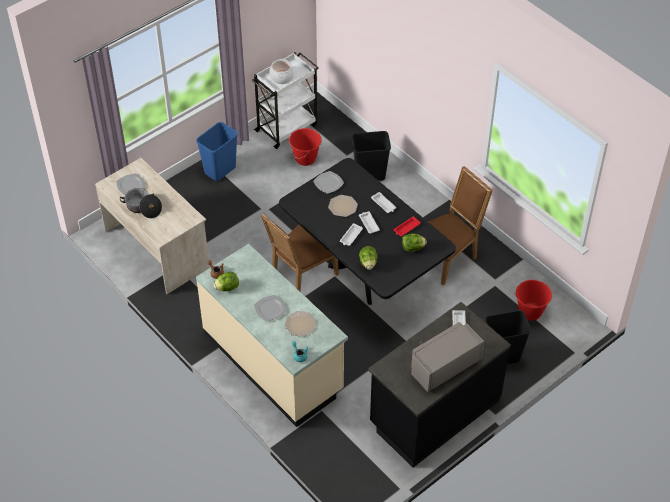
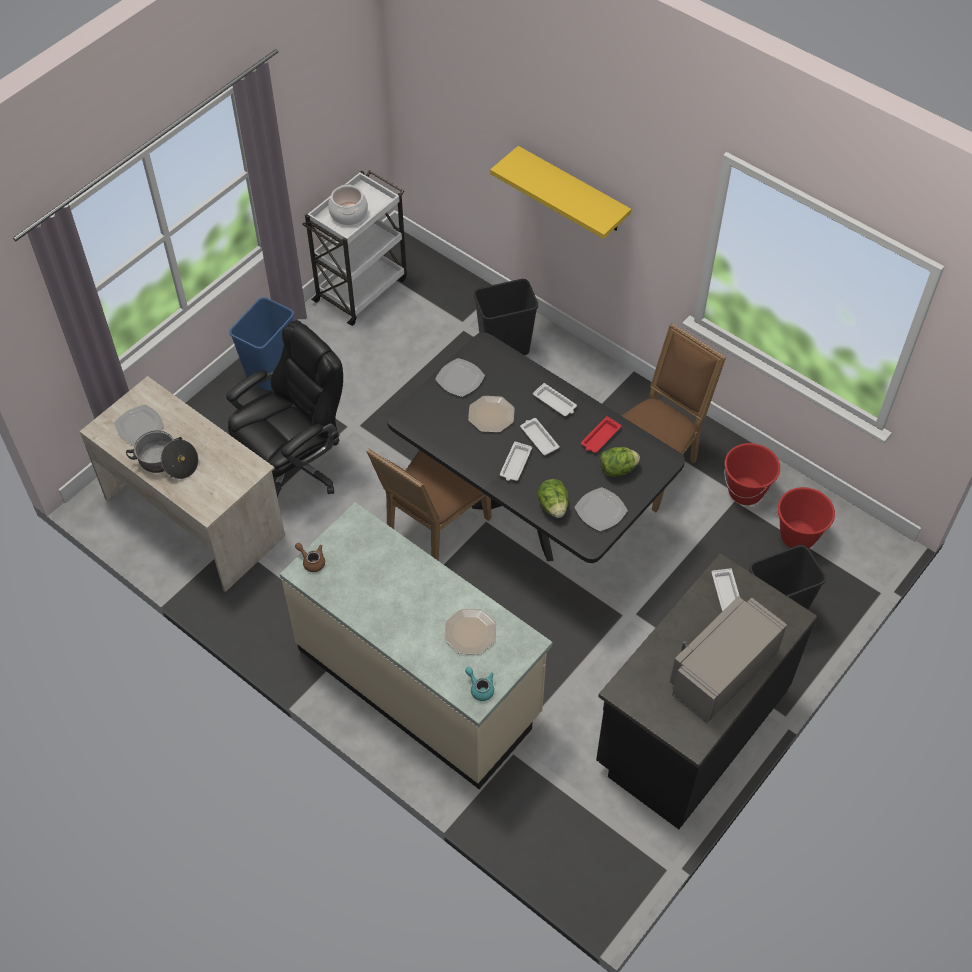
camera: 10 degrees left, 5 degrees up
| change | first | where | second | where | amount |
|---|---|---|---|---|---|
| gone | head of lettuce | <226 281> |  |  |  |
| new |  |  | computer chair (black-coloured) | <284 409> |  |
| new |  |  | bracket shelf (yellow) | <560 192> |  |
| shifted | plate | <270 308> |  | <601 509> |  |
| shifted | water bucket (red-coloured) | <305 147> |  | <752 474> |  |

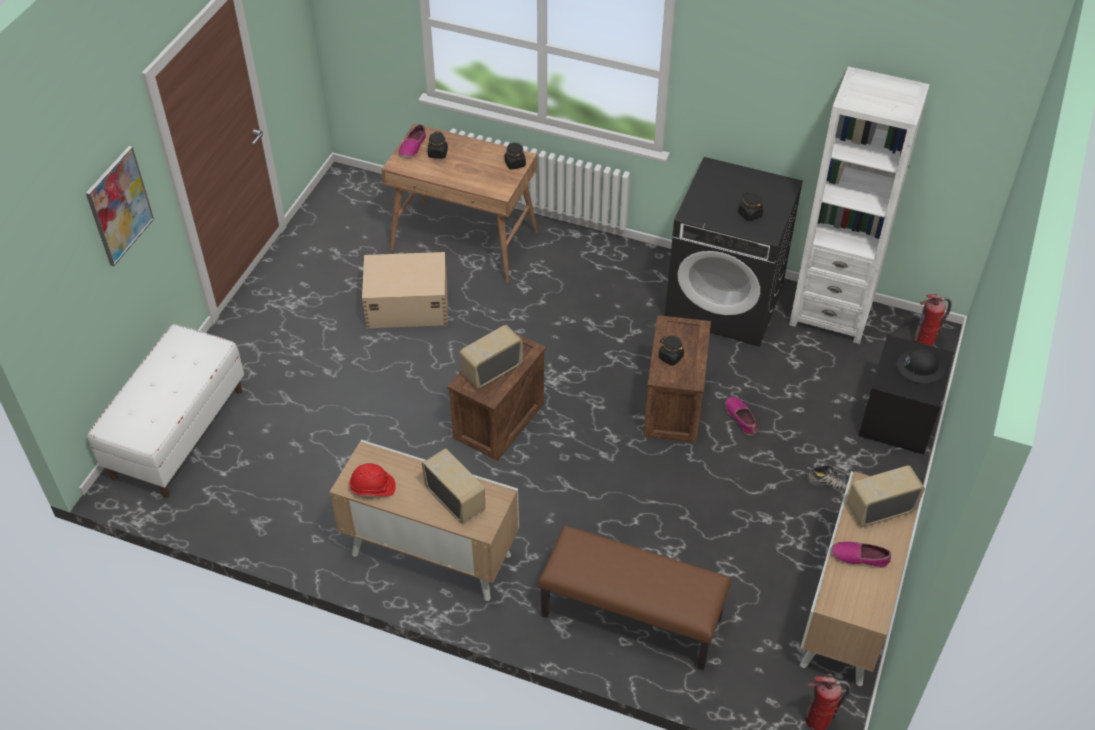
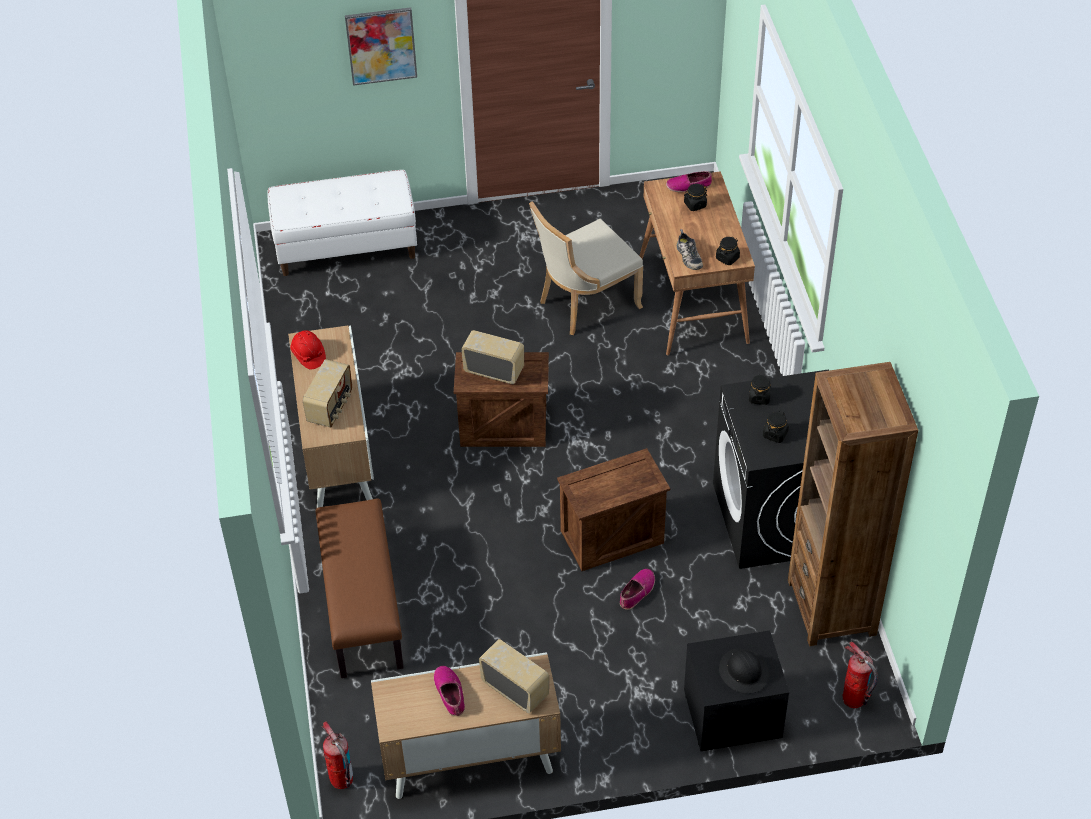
camera: 60 degrees right, 0 degrees up
| change | first | where | second | where | amount |
|---|---|---|---|---|---|
| shifted | jar (black-coloured) | <671 351> |  | <760 389> |  |
| shifted | low shoe | <828 478> |  | <690 249> |  |
| swapped | storage container (beige-coloured) | <405 290> | plain chair (beige-coloured) | <586 268> |  |
| repainted | bookcase (white-coloured) | <859 205> | bookcase (brown) | <853 504> |  |

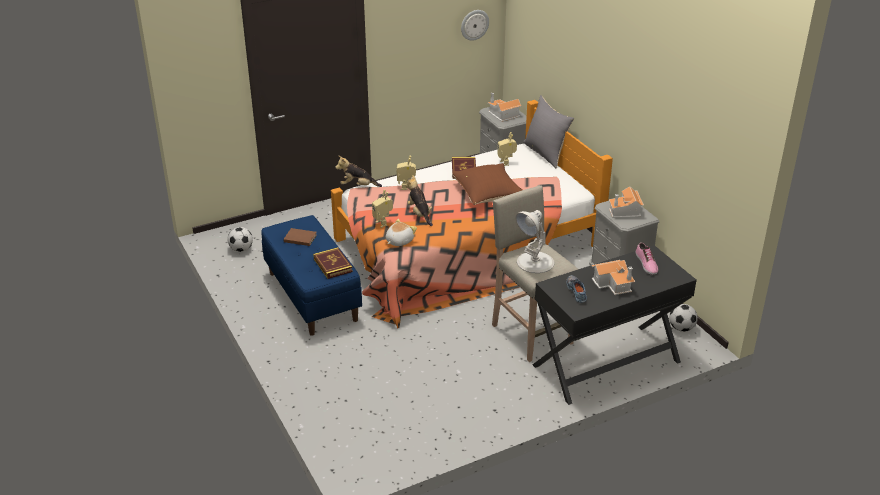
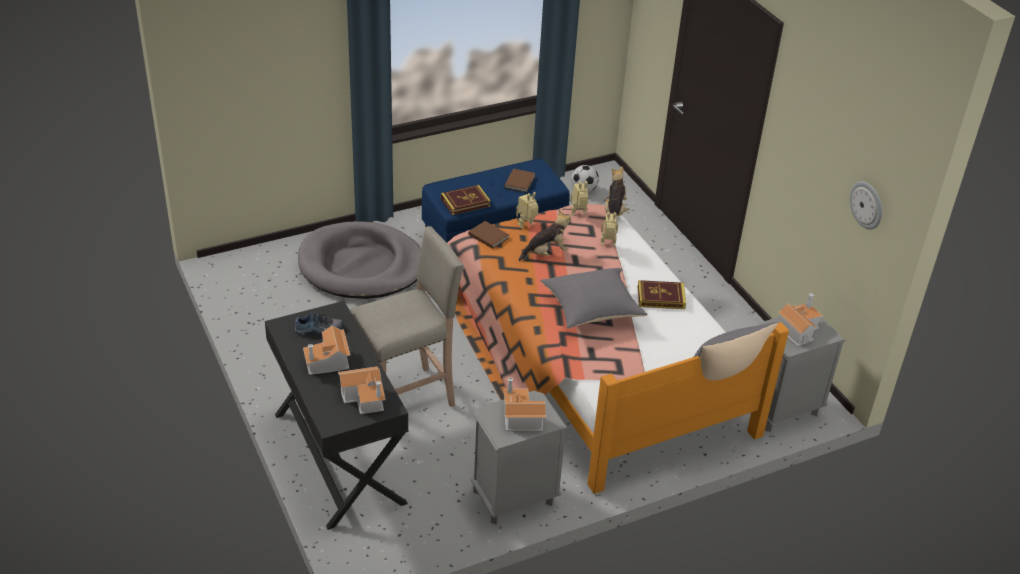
camera: 90 degrees right, 5 degrees up
| change | first | where | second | where | amount |
|---|---|---|---|---|---|
| gone | table lamp (white-coloured) | <534 241> |  |  |  |
| gone | football | <683 318> |  |  |  |
| new |  |  | dog bed (grey) | <359 260> |  |
| shifted | toy robot | <507 149> |  | <579 198> |  |
| swapped | cuddly toy | <401 232> | bound book (brown) | <488 235> |  |
| swapped | low shoe | <646 258> | model house | <362 390> |  |
| repainted | pillow (brown) | <487 184> | pillow (grey) | <593 298> |  |

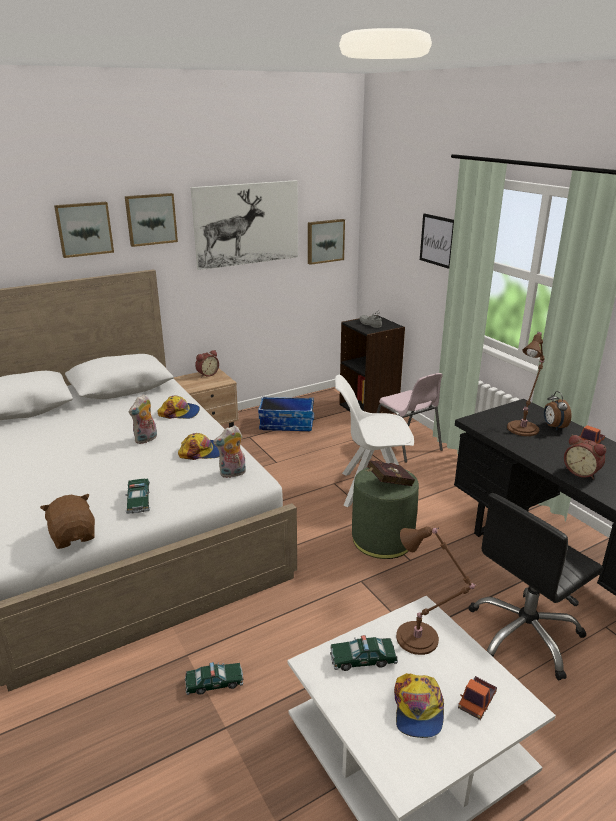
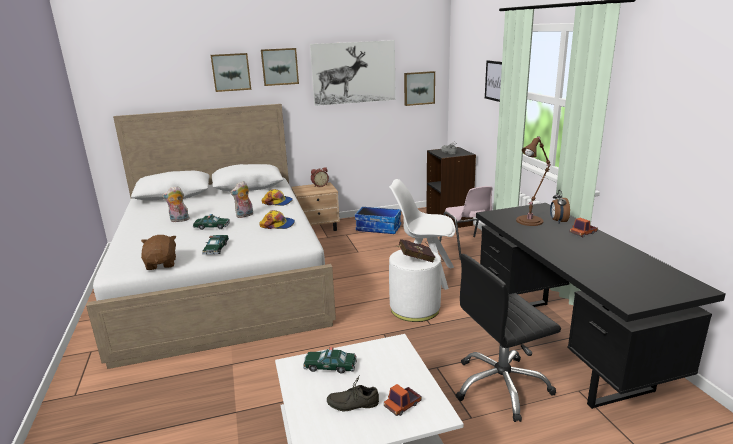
camera: 15 degrees right, 5 degrees down
| change | first | where | second | where | amount |
|---|---|---|---|---|---|
| gone | table lamp (brown) | <436 590> |  |  |  |
| gone | alarm clock | <585 457> |  |  |  |
| shifted | miniature car | <214 678> |  | <211 222> |  |
| shifted | cuddly toy | <229 451> |  | <176 204> |  |
| swapped | peaked cap | <419 705> | low shoe (grey) | <353 393> |  |
| repainted | ottoman (green) | <385 513> | ottoman (white-coloured) | <415 286> |  |

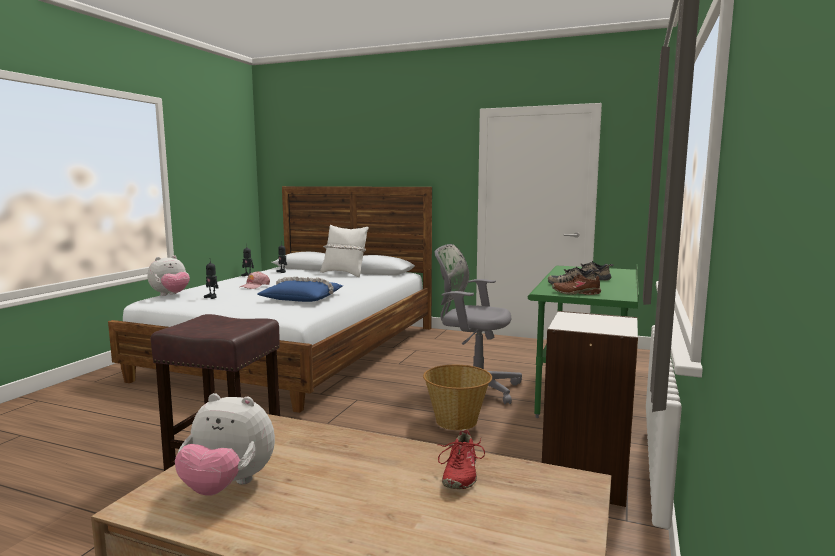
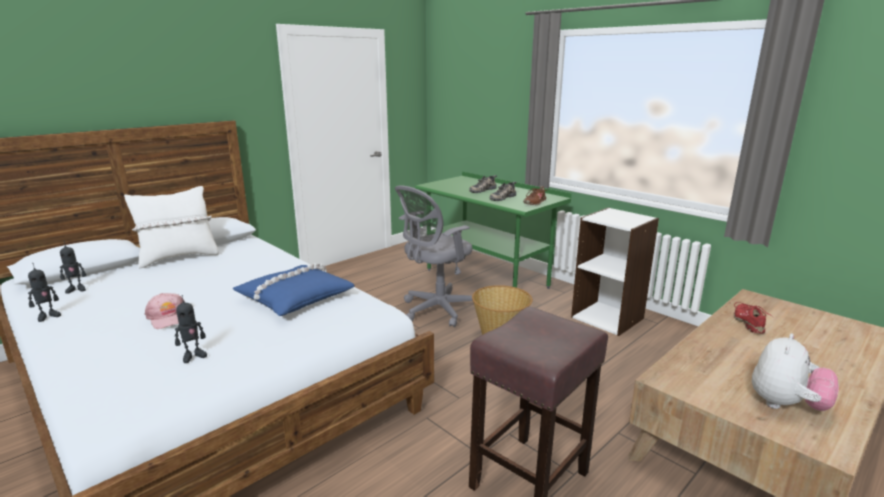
camera: 65 degrees left, 10 degrees up
| change | first | where | second | where | amount |
|---|---|---|---|---|---|
| gone | cuddly toy | <168 275> |  |  |  |
| rotated | low shoe (red-coloured) | <461 459> |  | <754 318> | 120 degrees counterclockwise |

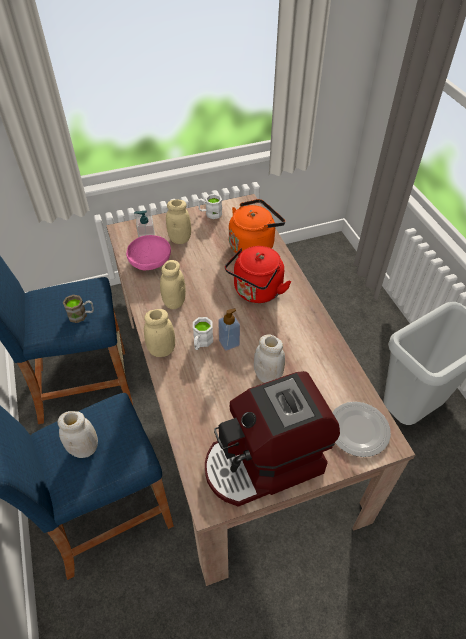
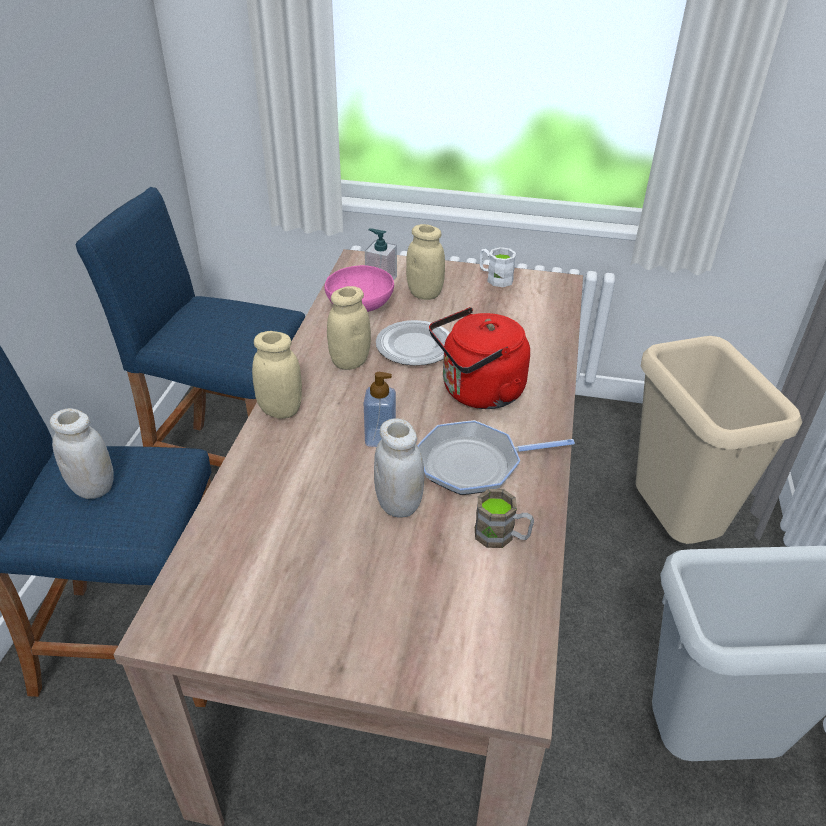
camera: 30 degrees right, 10 degrees down
| change | first | where | second | where | amount |
|---|---|---|---|---|---|
| gone | coffee mug (white-coloured) | <203 333> |  |  |  |
| gone | coffee maker | <272 439> |  |  |  |
| gone | water kettle (orange) | <257 226> |  |  |  |
| new |  |  | frying pan | <496 457> |  |
| new |  |  | trash can (beige-coloured) | <719 440> |  |
| shifted | coffee mug (brown) | <78 309> |  | <504 518> |  |
| shifted | plate | <361 429> |  | <413 343> |  |

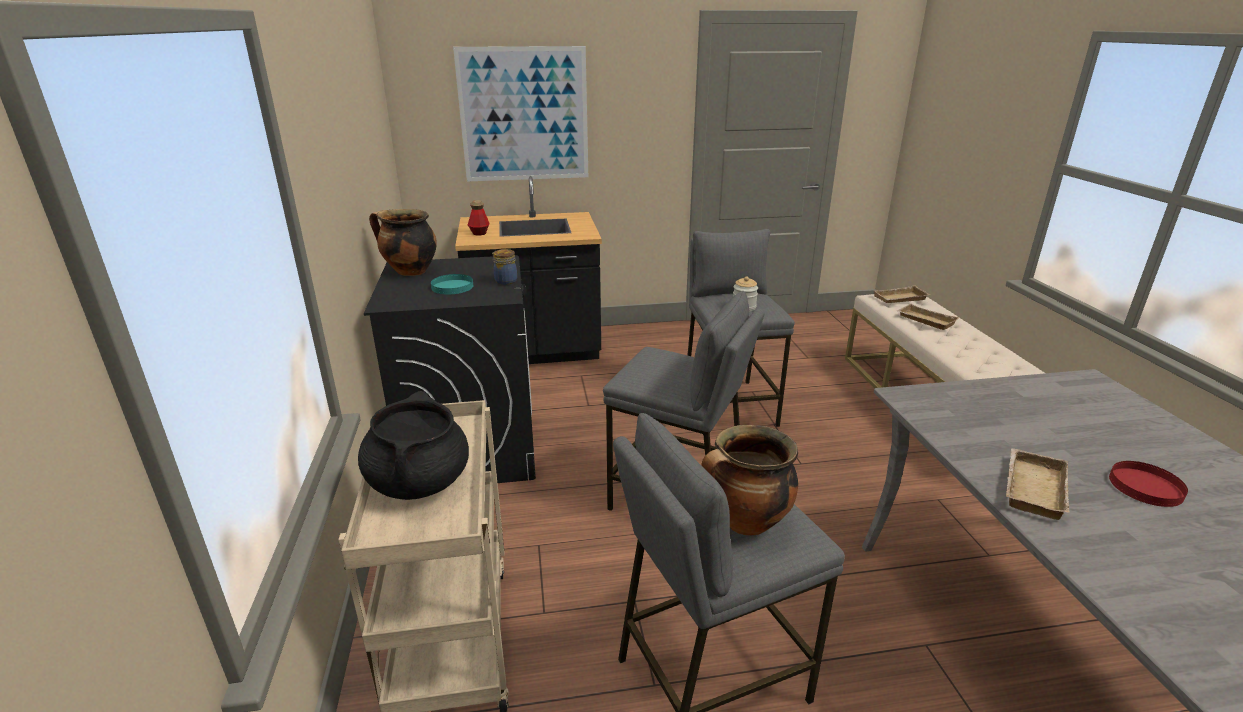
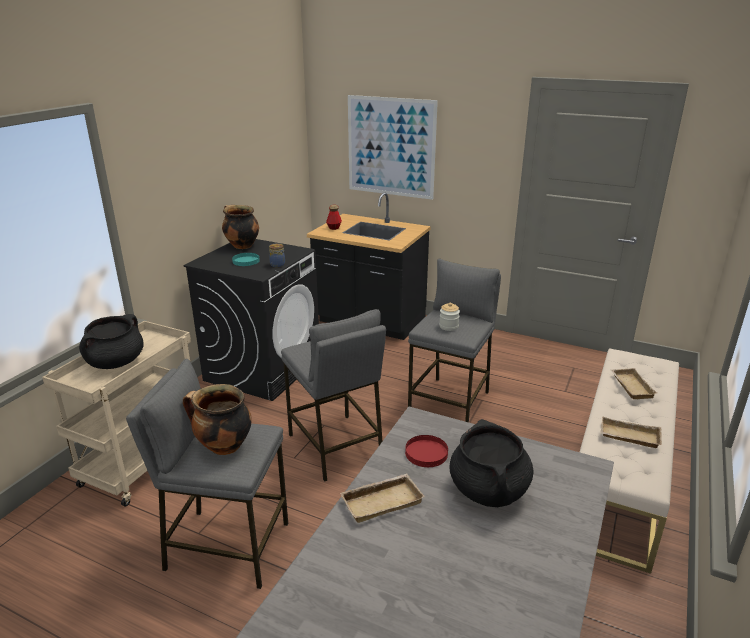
camera: 35 degrees right, 0 degrees up
| change | first | where | second | where | amount |
|---|---|---|---|---|---|
| new |  |  | cooking pot (black-coloured) | <491 463> |  |
| shifted | serving tray (beige-coloured) | <901 294> |  | <631 432> |  |
| shifted | plate (red-coloured) | <1148 484> |  | <426 451> |  |

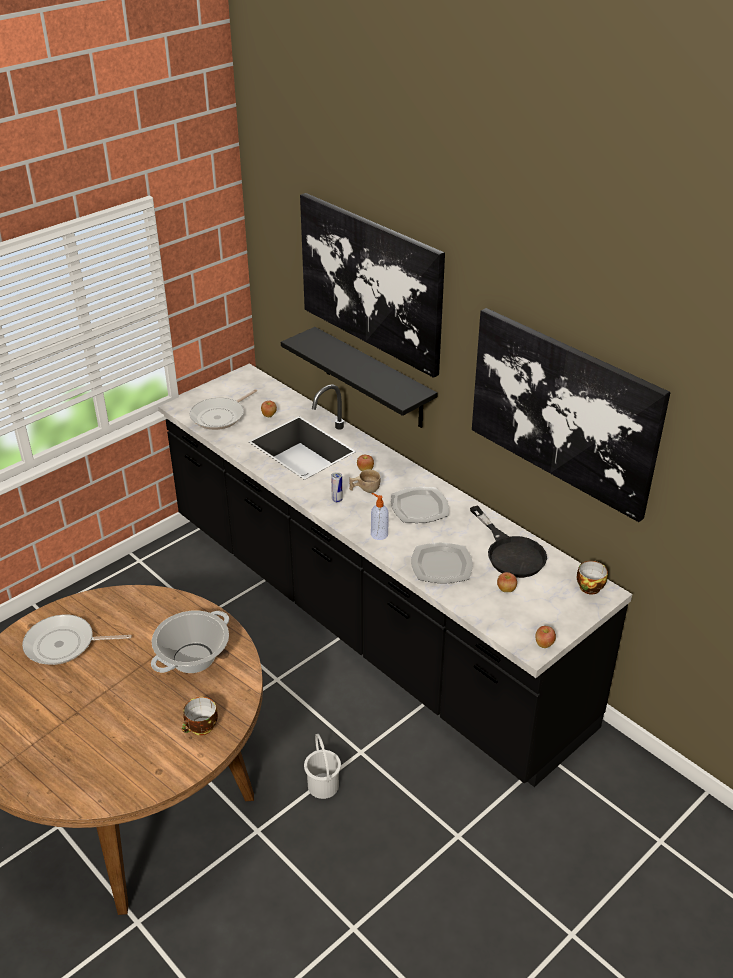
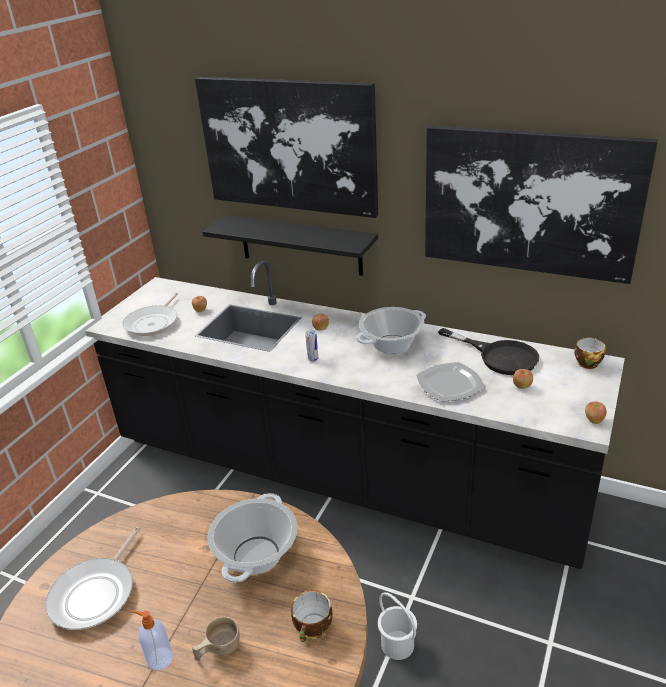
camera: 20 degrees left, 5 degrees down
| change | first | where | second | where | amount |
|---|---|---|---|---|---|
| shifted | small cup (beige-coloured) | <365 481> |  | <216 639> |  |
| shifted | soap dispenser | <380 516> |  | <152 640> |  |
| swapped | plate | <420 505> | cooking pot | <391 330> |  |
| rotated | frying pan | <77 640> |  | <93 578> | 45 degrees counterclockwise |

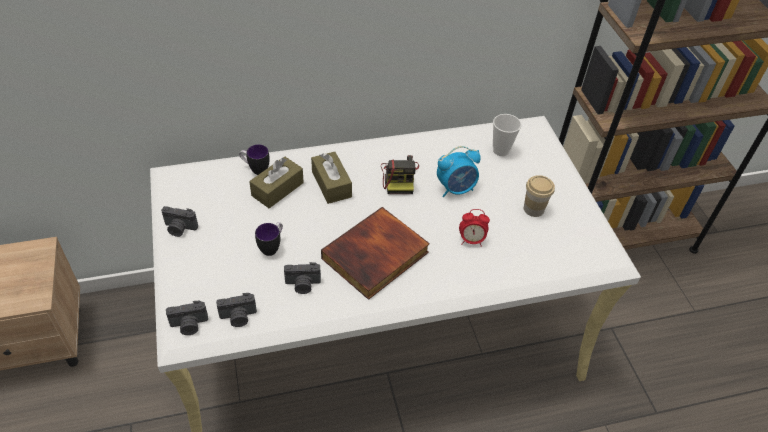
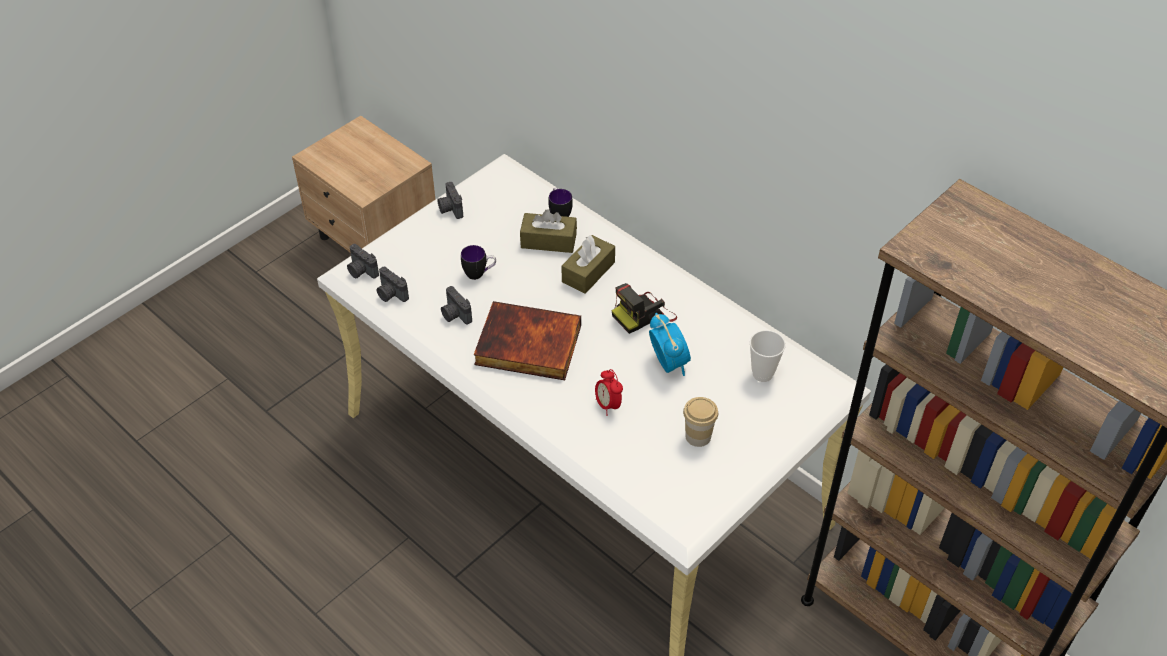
camera: 60 degrees right, 0 degrees up
| change | first | where | second | where | amount |
|---|---|---|---|---|---|
| rotated | alarm clock | <459 171> |  | <670 344> | 150 degrees counterclockwise |

